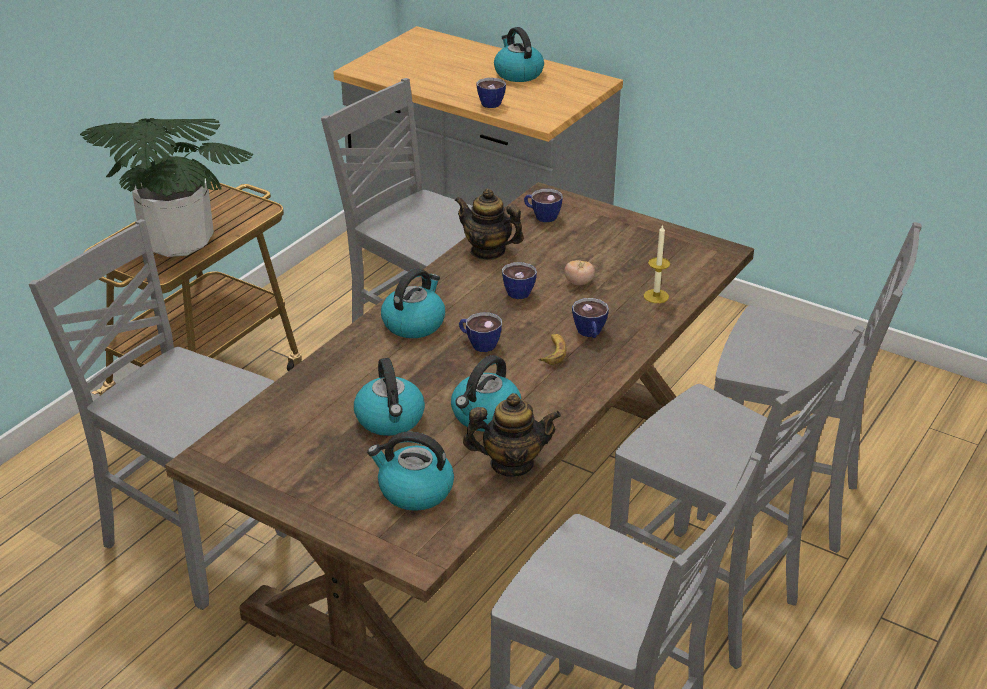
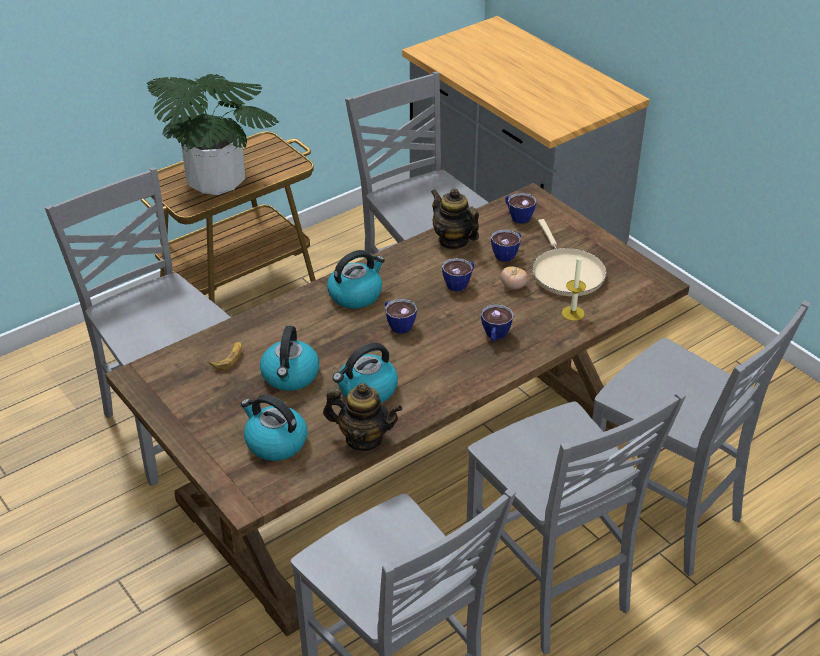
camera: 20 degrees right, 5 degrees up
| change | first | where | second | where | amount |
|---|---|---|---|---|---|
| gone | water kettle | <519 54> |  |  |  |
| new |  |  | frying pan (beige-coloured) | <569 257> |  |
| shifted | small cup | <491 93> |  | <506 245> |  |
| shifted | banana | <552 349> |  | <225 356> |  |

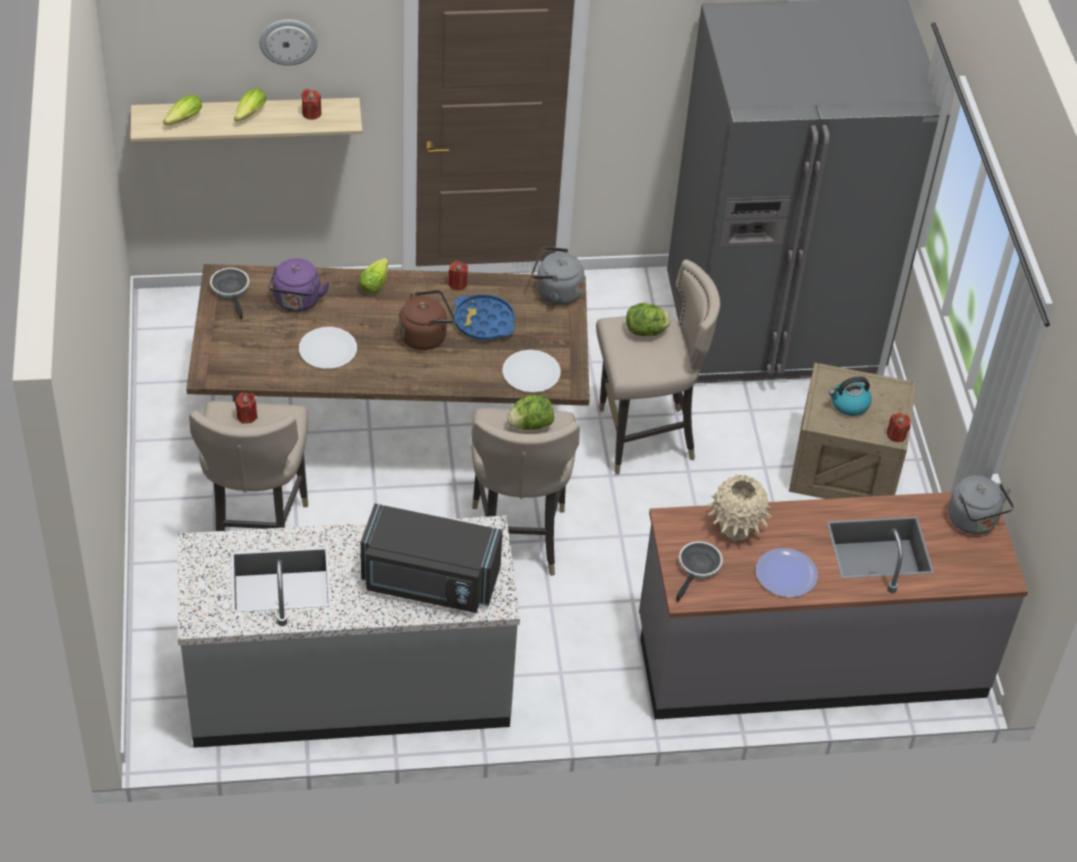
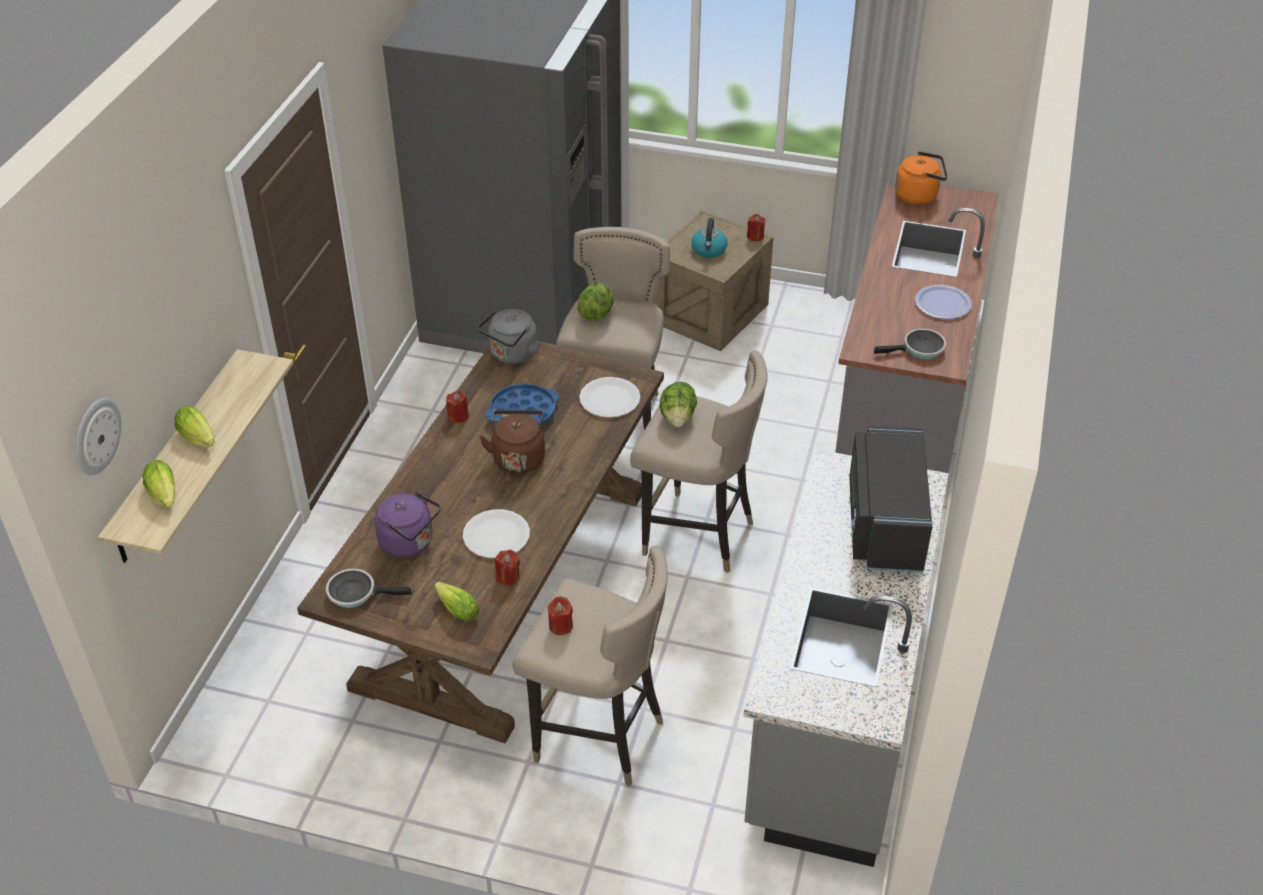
camera: 65 degrees left, 5 degrees down
| change | first | where | second | where | amount |
|---|---|---|---|---|---|
| gone | vase (beige-coloured) | <739 508> |  |  |  |
| shifted | wall clock | <288 43> |  | <98 436> |  |
| shifted | wax candle (red-coloured) | <311 104> |  | <507 568> |  |
| shifted | head of lettuce | <373 276> |  | <457 601> |  |
| repainted | water kettle (grey) | <981 505> | water kettle (orange) | <921 178> |  |
| rotated | microwave oven (black-coloured) | <432 558> |  | <890 499> | 150 degrees clockwise |
| rotated | frying pan | <699 571> |  | <910 344> | 120 degrees clockwise |

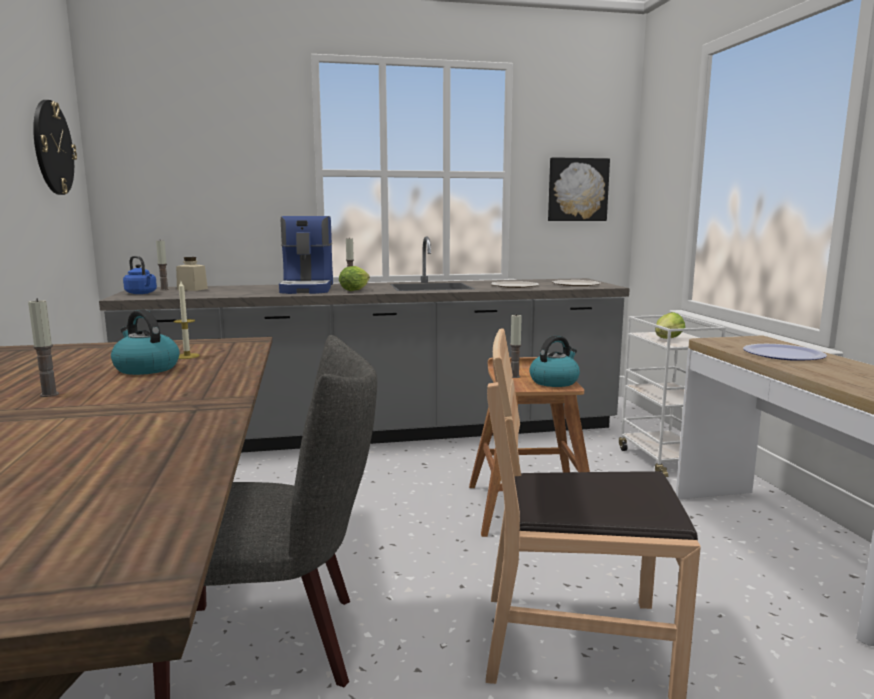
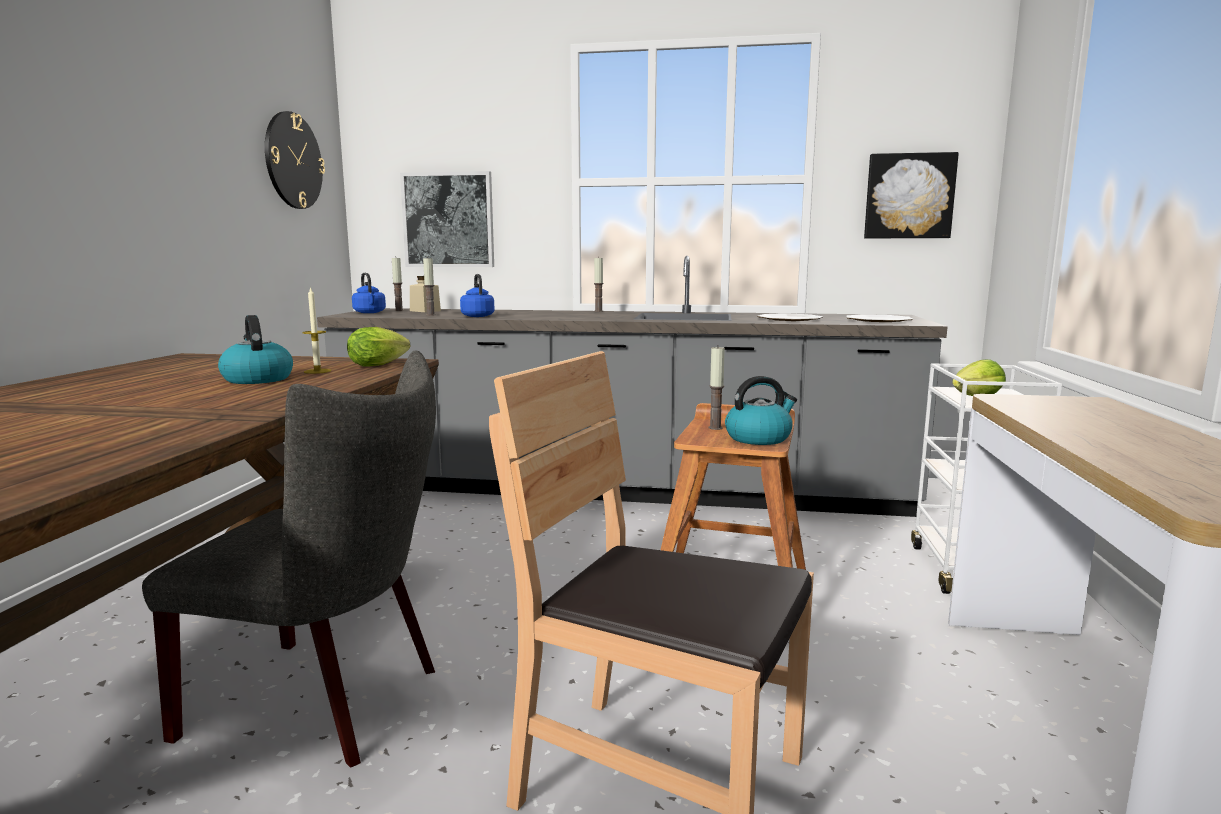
camera: 20 degrees right, 0 degrees up
| change | first | where | second | where | amount |
|---|---|---|---|---|---|
| gone | coffee maker | <306 255> |  |  |  |
| gone | plate | <785 352> |  |  |  |
| new |  |  | picture | <447 219> |  |
| new |  |  | water kettle (blue-coloured) | <477 295> |  |
| shifted | wax candle | <43 347> |  | <429 287> |  |
| shifted | head of lettuce | <354 278> |  | <378 347> |  |

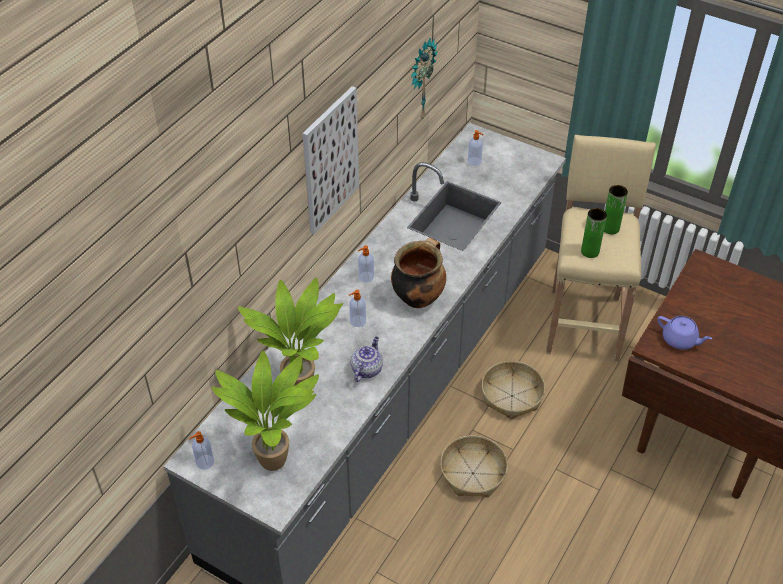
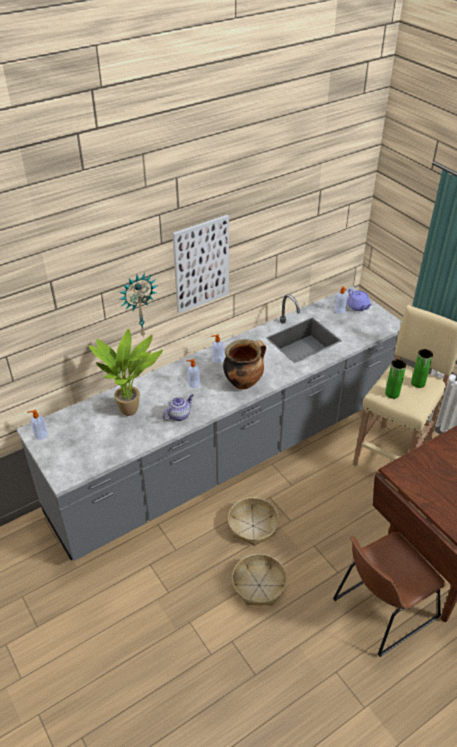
camera: 25 degrees right, 5 degrees down
| change | first | where | second | where | amount |
|---|---|---|---|---|---|
| gone | plant in a pot | <265 411> |  |  |  |
| new |  |  | plain chair (brown) | <389 594> |  |
| shifted | wall clock | <424 78> |  | <138 305> |  |
| shifted | household basket | <513 390> |  | <259 580> |  |
| shifted | teapot (purplish) | <684 333> |  | <359 300> |  |

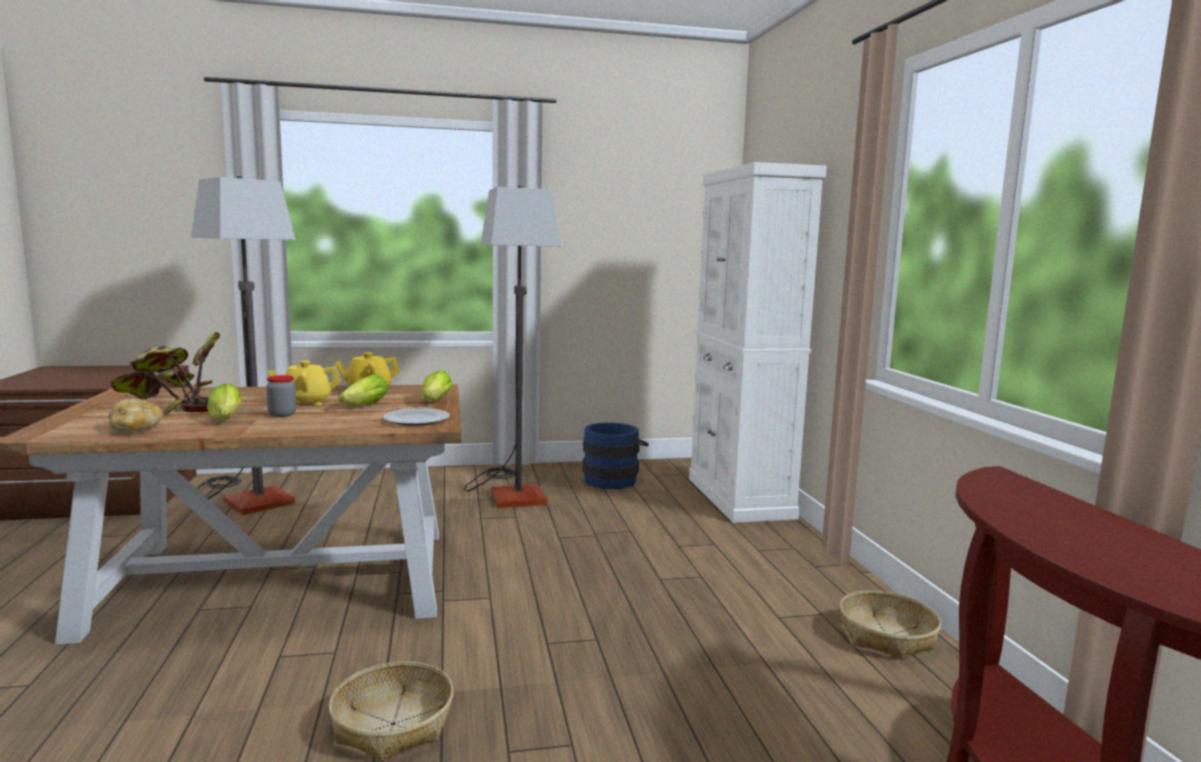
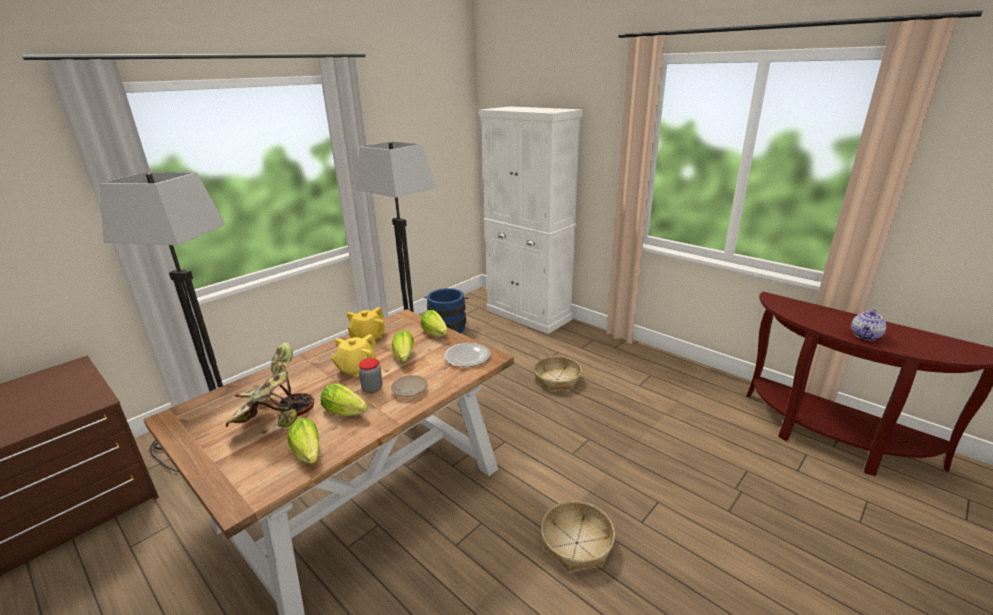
camera: 35 degrees left, 15 degrees up
| change | first | where | second | where | amount |
|---|---|---|---|---|---|
| new |  |  | plate (beige-coloured) | <409 386> |  |
| new |  |  | teapot | <868 324> |  |
| shifted | household basket | <890 625> |  | <558 373> |  |
| swapped | bakery bread | <136 415> | head of lettuce | <303 440> |  |

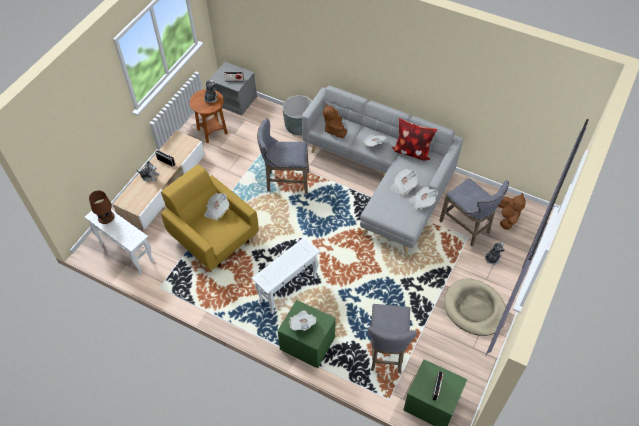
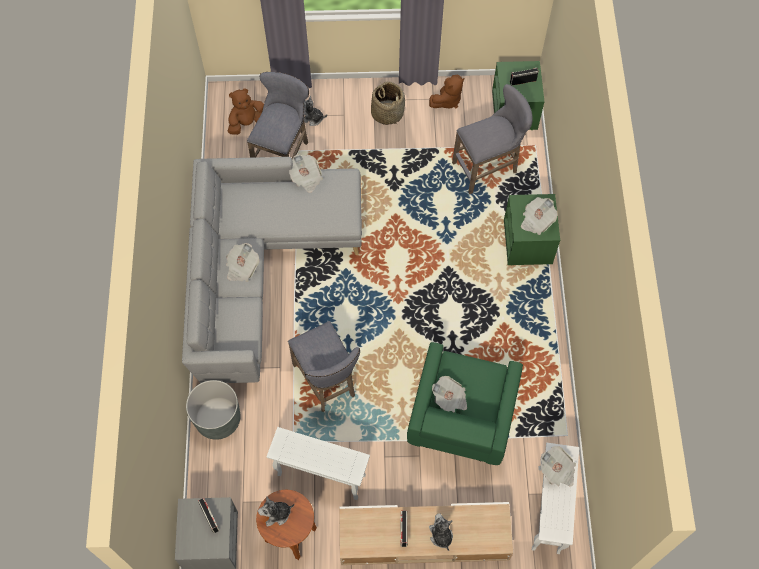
camera: 120 degrees left, 10 degrees up
| change | first | where | second | where | amount |
|---|---|---|---|---|---|
| gone | table lamp (brown) | <102 207> |  |  |  |
| gone | pillow | <415 139> |  |  |  |
| shifted | end table (white-coloured) | <286 275> |  | <318 463> |  |
| shifted | cuddly toy (brown) | <335 121> |  | <446 92> |  |
| shifted | newspaper | <404 182> |  | <559 466> |  |
| swapped | dog bed (beige-coloured) | <475 307> | household basket | <388 103> |  |
| repainted | armchair (yellow) | <210 217> | armchair (green) | <465 403> |  |

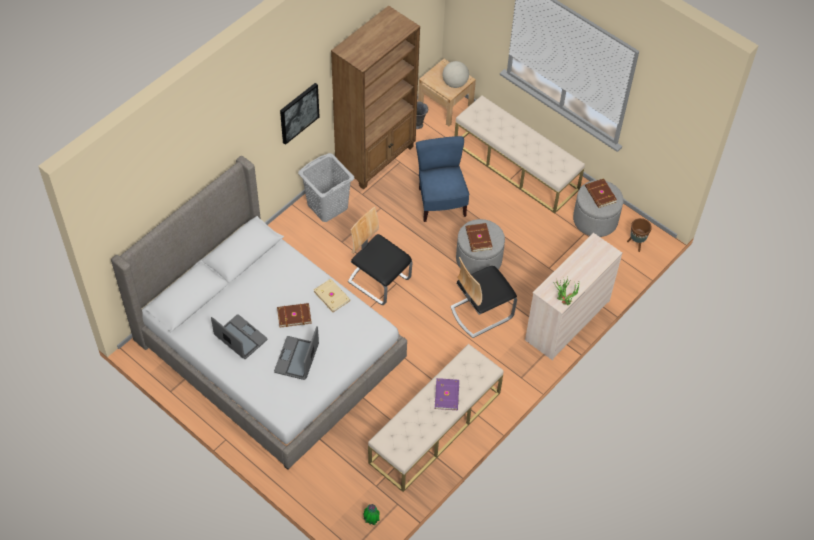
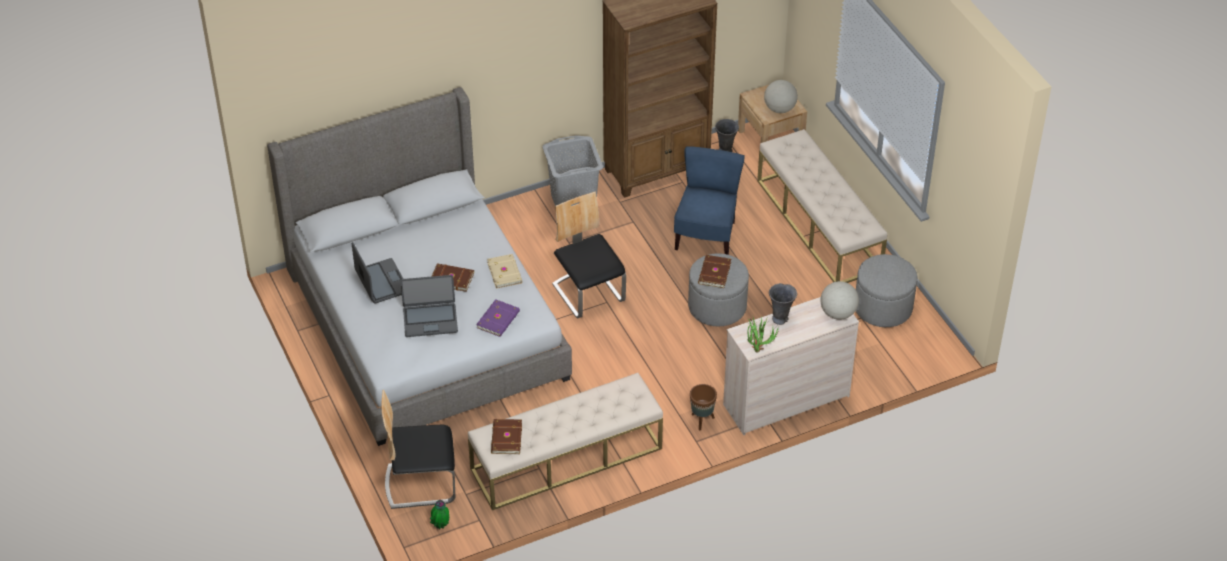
camera: 25 degrees right, 10 degrees down
| change | first | where | second | where | amount |
|---|---|---|---|---|---|
| gone | picture | <300 114> |  |  |  |
| new |  |  | vase (grey) | <783 304> |  |
| new |  |  | globe | <839 300> |  |
| shifted | bound book (purplish) | <447 394> |  | <498 318> |  |
| shifted | plain chair | <483 297> |  | <418 449> |  |
| shifted | bound book (brown) | <601 193> |  | <506 436> |  |
| shifted | flower pot (brown) | <639 235> |  | <703 407> |  |
| rotated | notebook computer | <296 353> |  | <429 306> | 135 degrees counterclockwise |

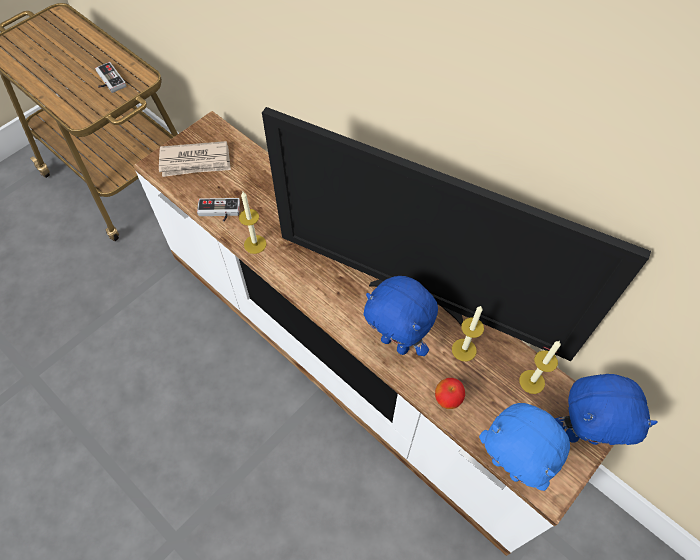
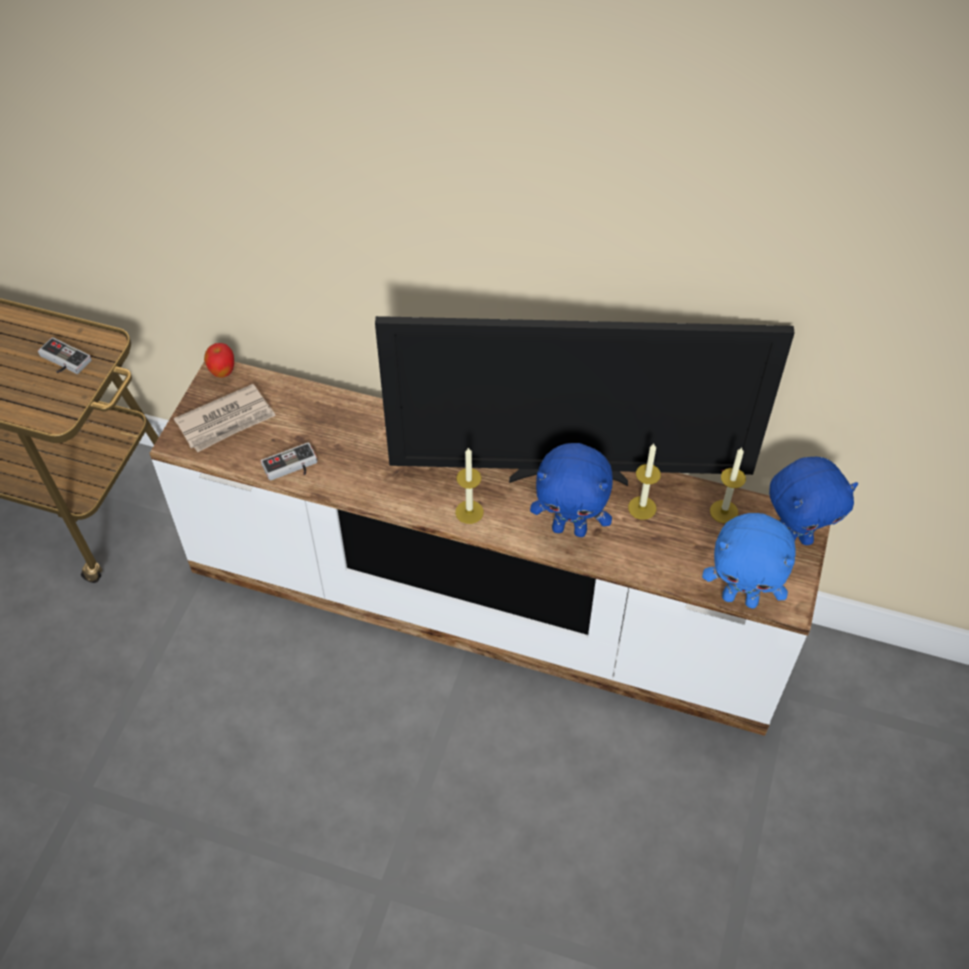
camera: 25 degrees left, 5 degrees down
| change | first | where | second | where | amount |
|---|---|---|---|---|---|
| shifted | wax candle | <252 223> |  | <469 485> |  |
| shifted | whole apple | <450 393> |  | <219 360> |  |

